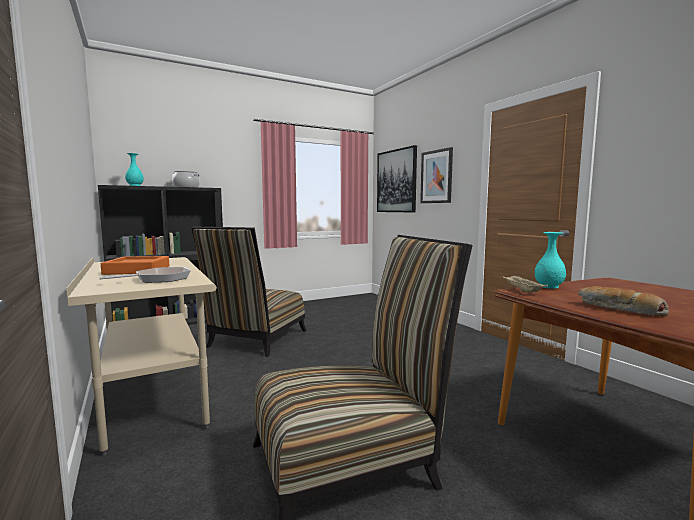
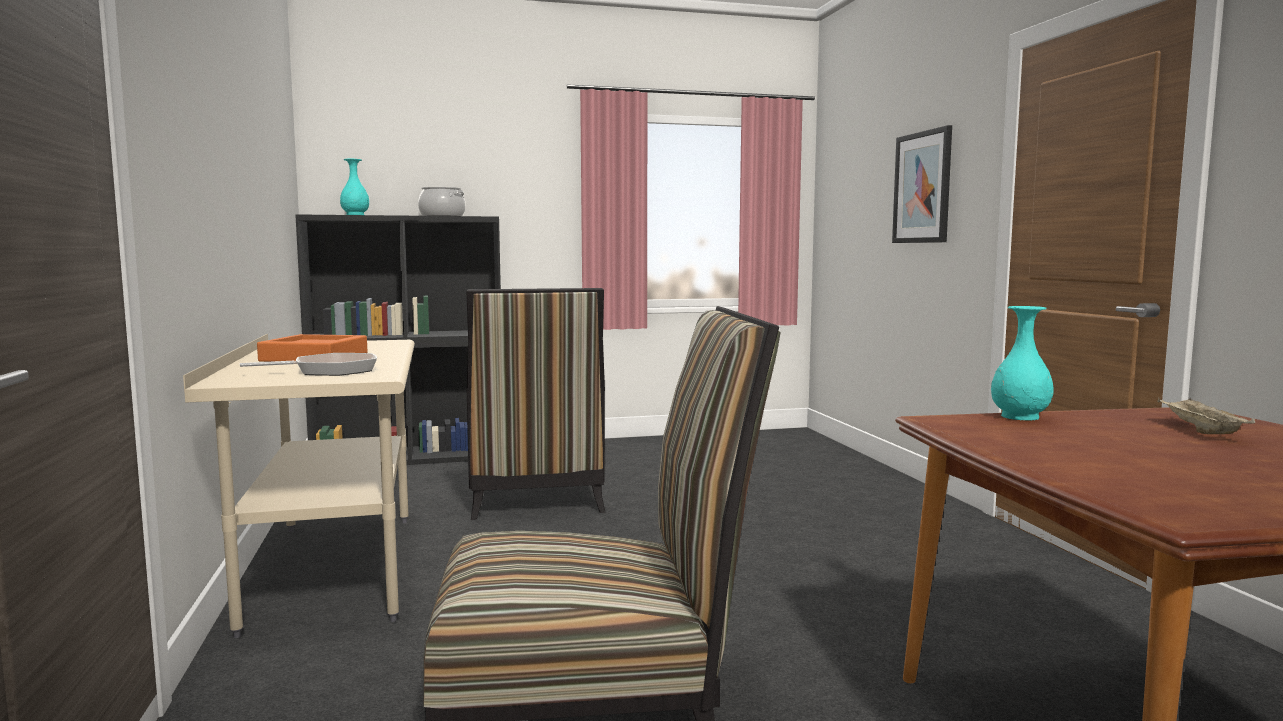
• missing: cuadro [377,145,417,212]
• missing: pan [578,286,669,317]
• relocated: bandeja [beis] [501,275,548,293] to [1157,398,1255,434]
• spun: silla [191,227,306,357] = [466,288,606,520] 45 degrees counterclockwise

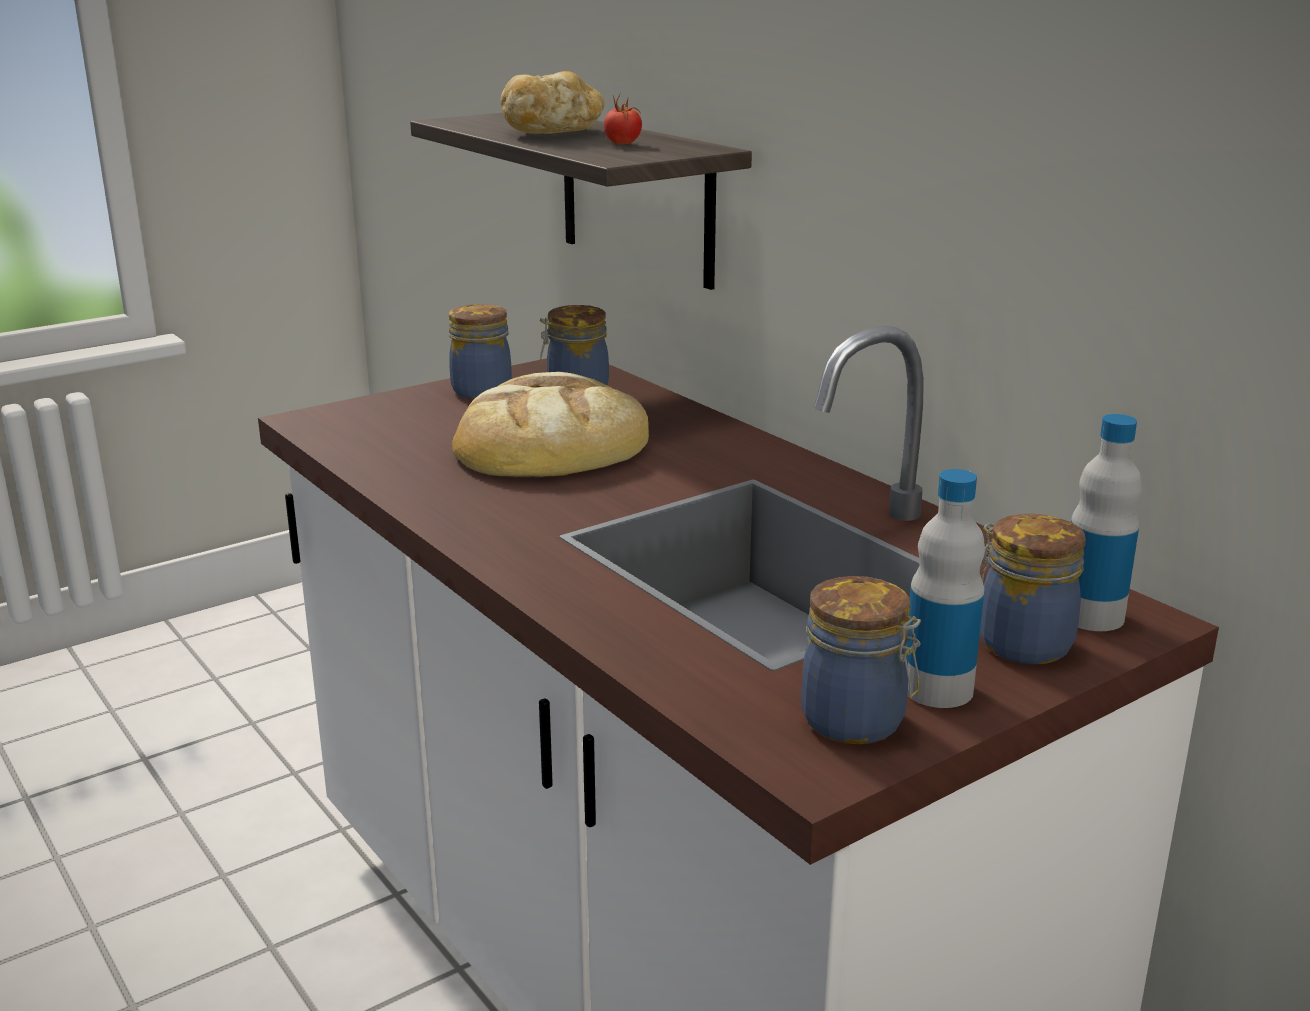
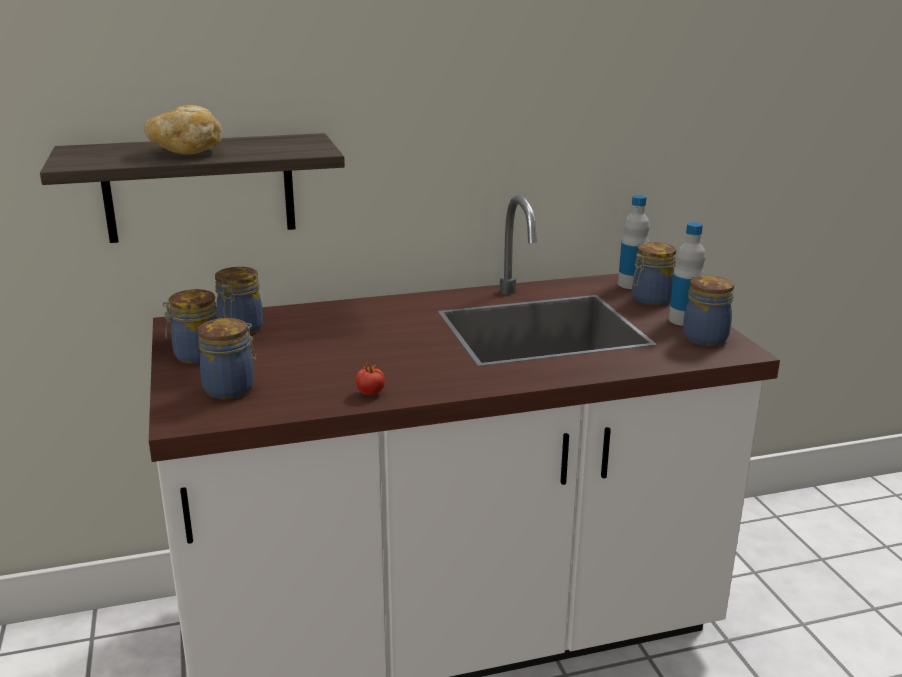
• missing: pan [452,372,649,477]
• appeared: tarro [198,318,257,399]
• relocated: tomate [604,94,642,145] to [356,361,385,395]

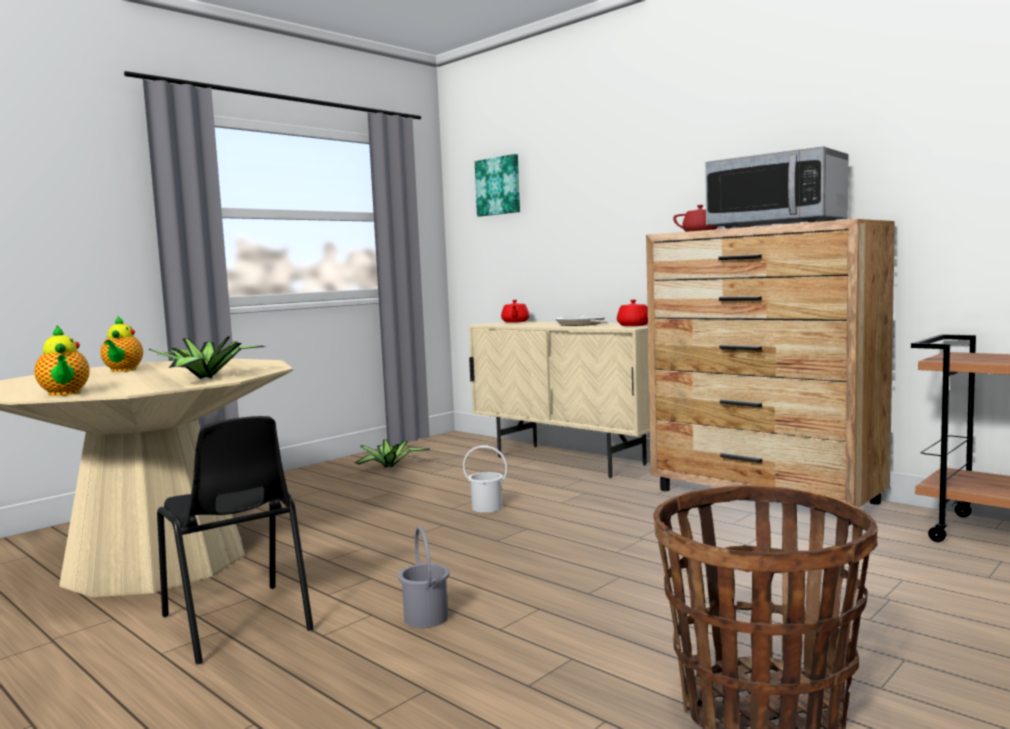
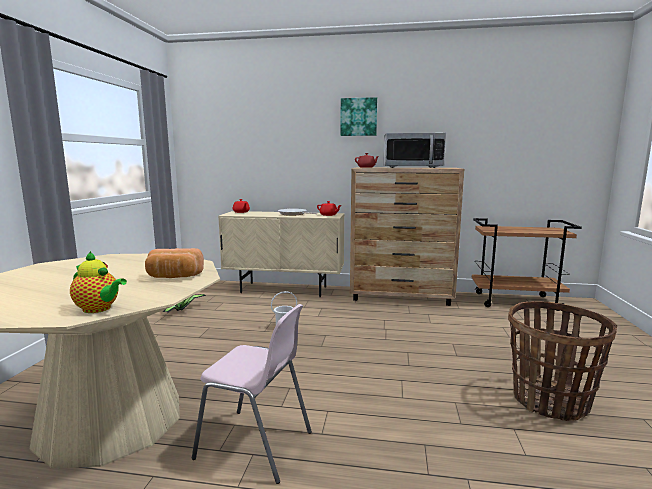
• missing: tetera [100,316,143,372]
• missing: cubo [gris] [398,526,450,628]
• relocated: cuadro [475,154,520,216] to [340,97,377,136]
• exchanged: planta en maceta [148,337,266,379] to pan [145,248,204,278]
• colour: silla [negro] [157,416,314,664] to silla [rosa] [192,304,312,484]

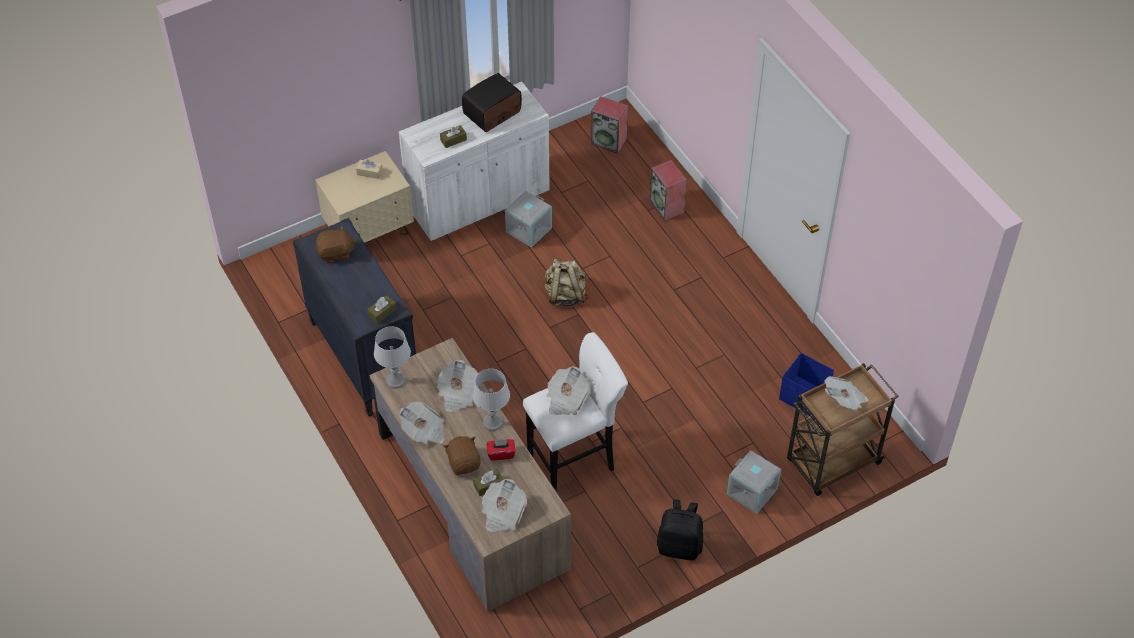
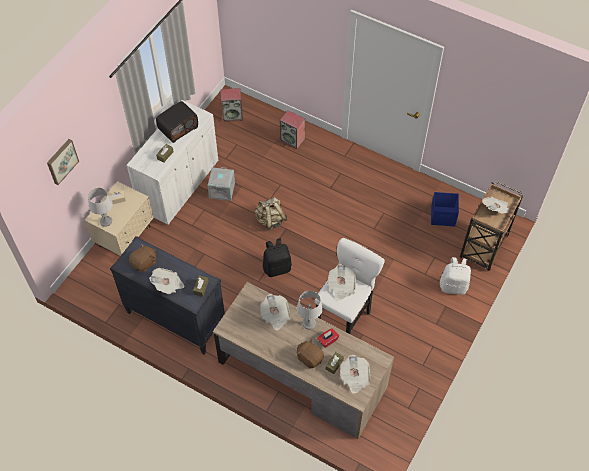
• appeared: cuadro [47,139,79,185]
• relocated: lámpara de mesa [gris] [374,326,411,389] to [88,188,113,227]
• relocated: periódico [399,402,444,444] to [149,268,185,294]
• relocated: mochila [negro] [657,499,703,561] to [263,238,292,277]
• exchanged: caja de almacenaje [gris] [727,450,781,514] to mochila [blanco] [440,257,471,295]
• spun: radio [462,73,522,132] = [156,101,198,143] 150 degrees counterclockwise

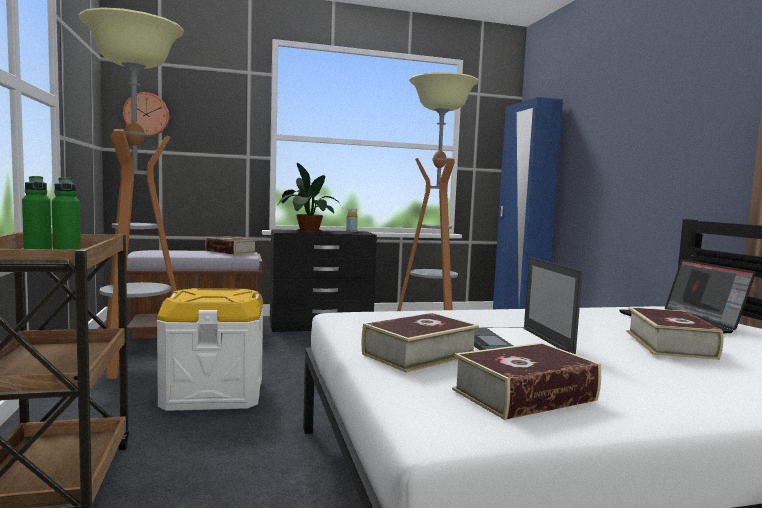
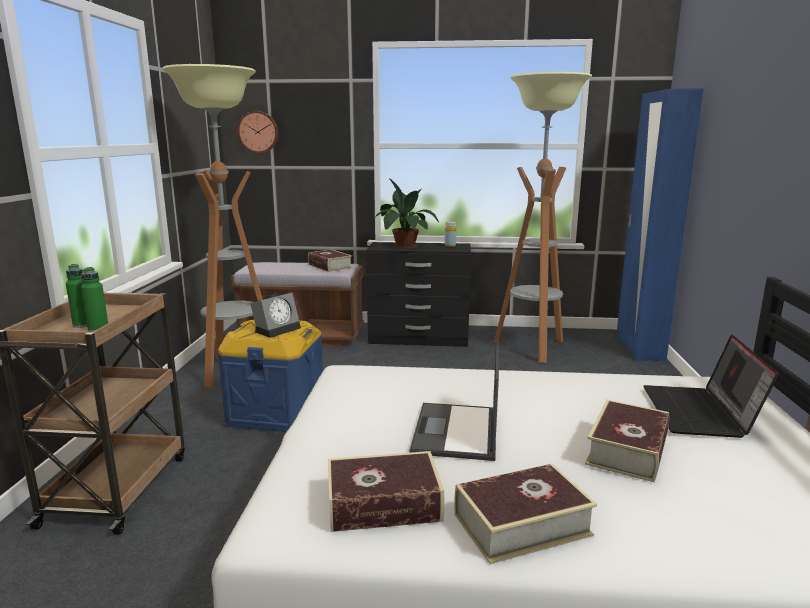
• appeared: despertador [250,293,301,338]
• relocated: libro [362,313,479,373] to [454,464,597,564]
• colour: caja de almacenaje [blanco] [157,288,263,411] to caja de almacenaje [azul] [218,320,323,432]

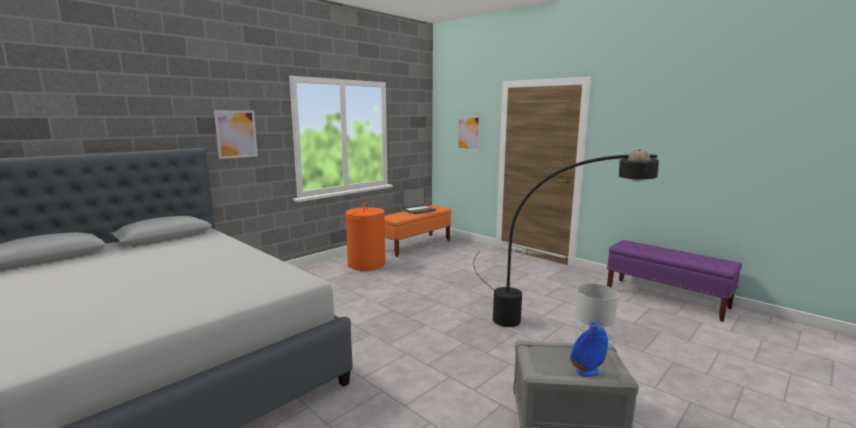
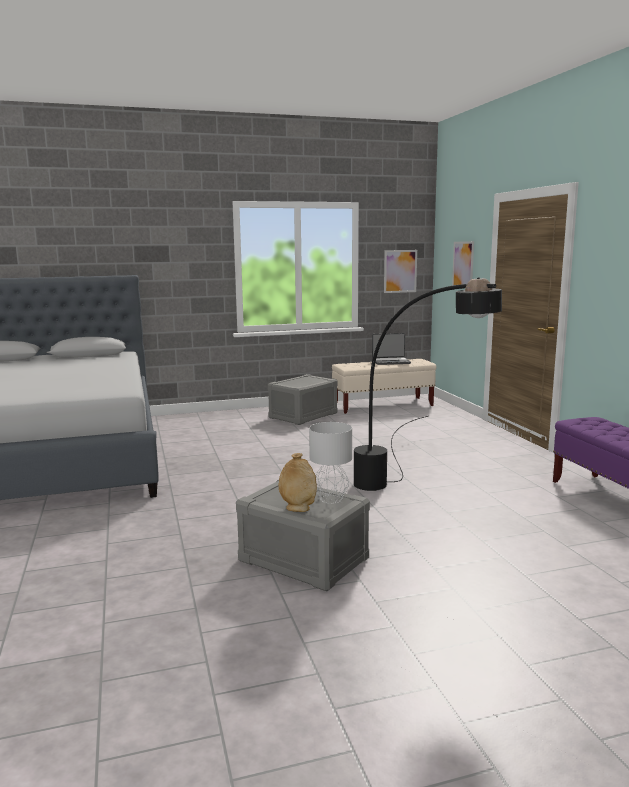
• relocated: cuadro [214,110,258,159] to [384,250,417,293]
• exchanged: cesto de la ropa [naranja] [345,202,385,271] to caja de almacenaje [gris] [268,374,337,425]
• colour: banco [naranja] [384,205,452,257] to banco [beis] [332,359,437,414]
• colour: florero [azul] [570,321,608,377] to florero [beis] [279,453,317,512]

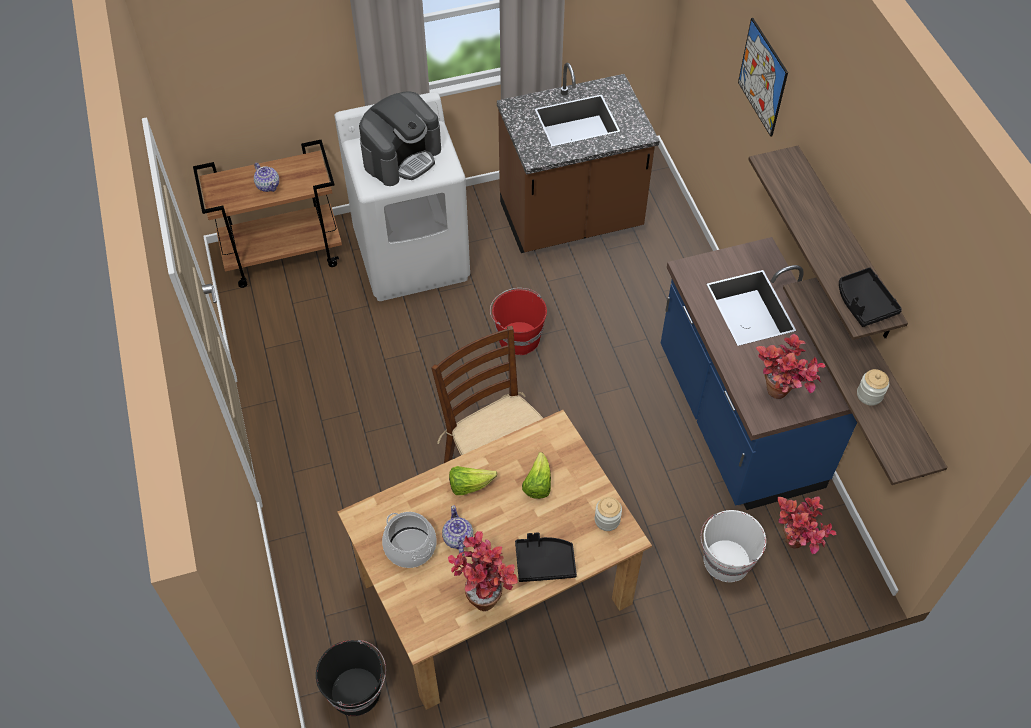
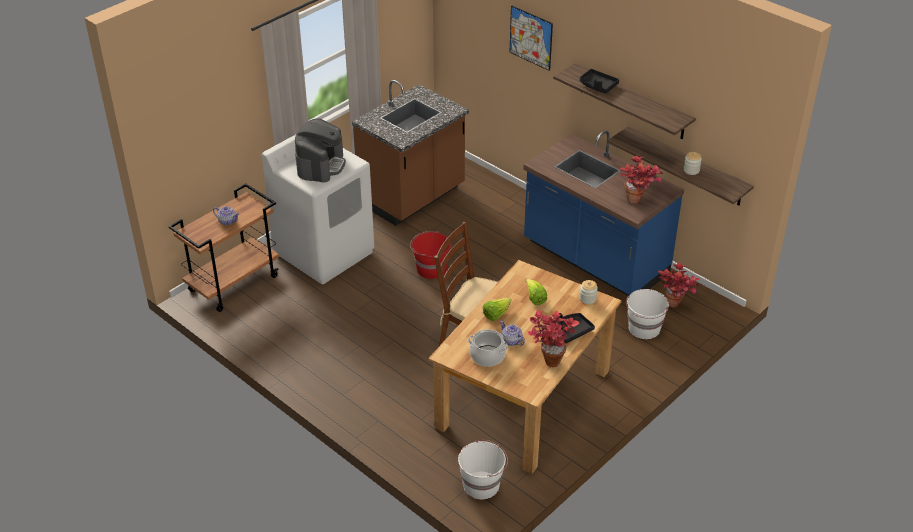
• relocated: bandeja [negro] [839,267,902,327] to [580,69,619,94]
• colour: cubo [negro] [316,640,386,716] to cubo [blanco] [458,440,508,499]

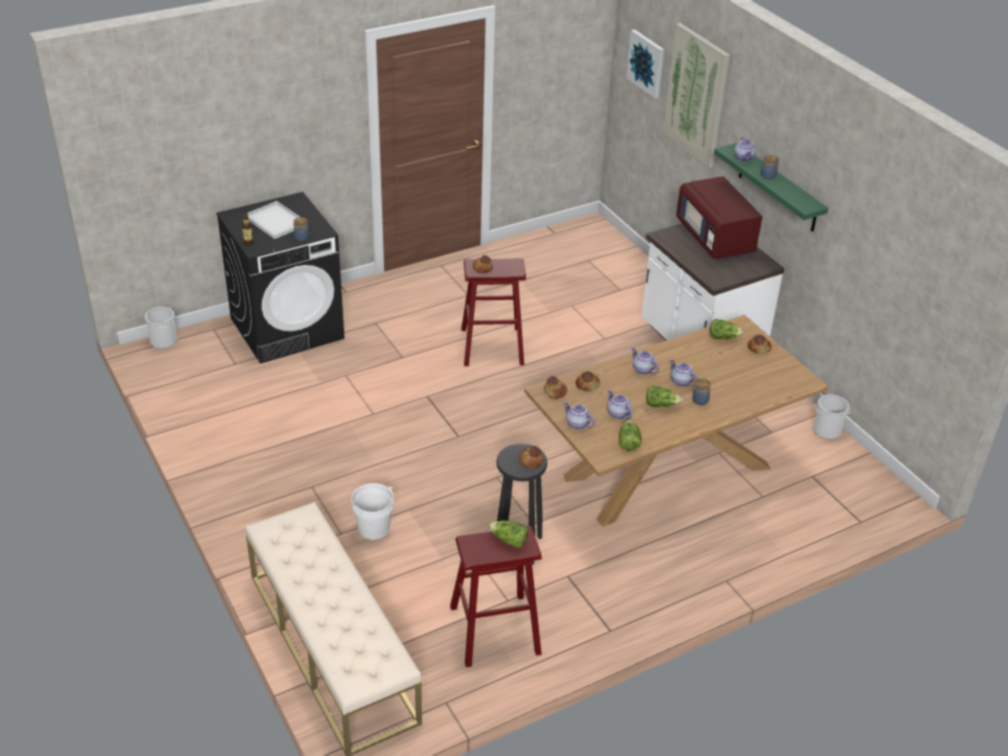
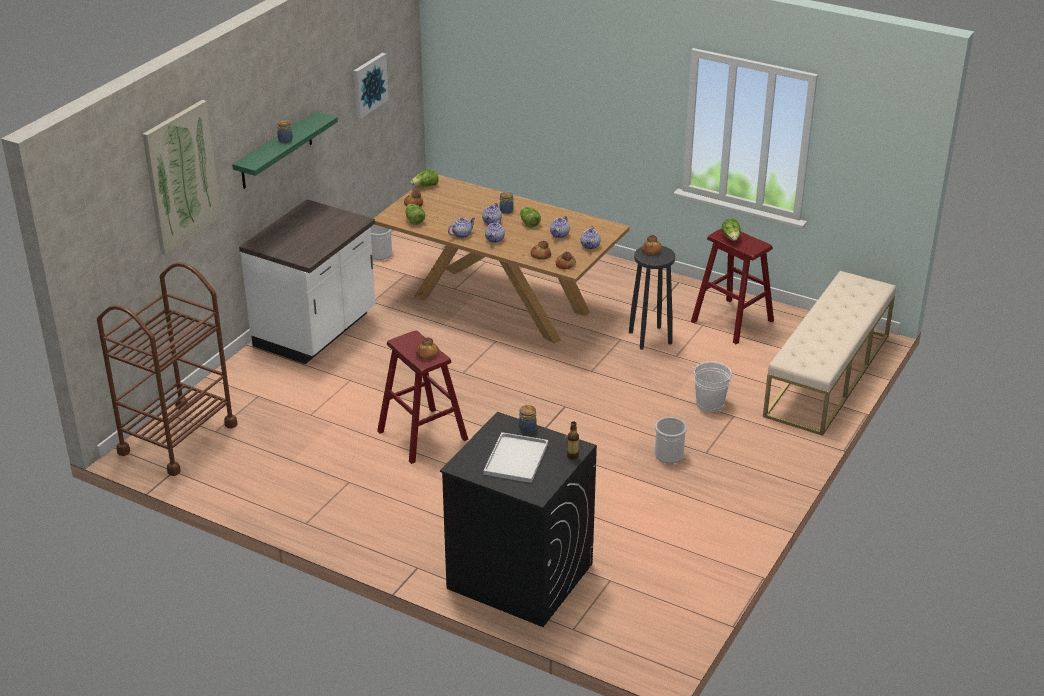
• missing: microondas [rojo] [676,176,762,260]
• appeared: carrito [marrón] [97,262,237,476]
• relocated: cubo [145,307,177,349] to [655,417,687,463]
• relocated: lechuga [619,420,642,451] to [410,169,439,186]
• relocated: cuadro [626,29,664,98] to [354,53,389,119]
• relocated: tetera [735,137,756,162] to [448,217,475,238]

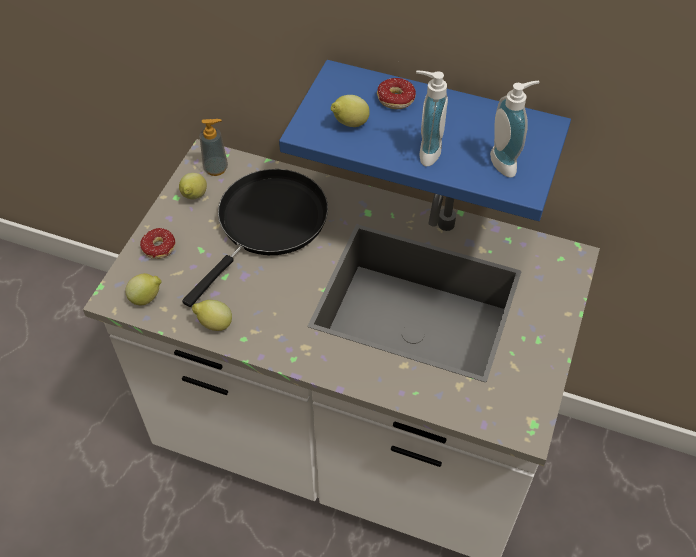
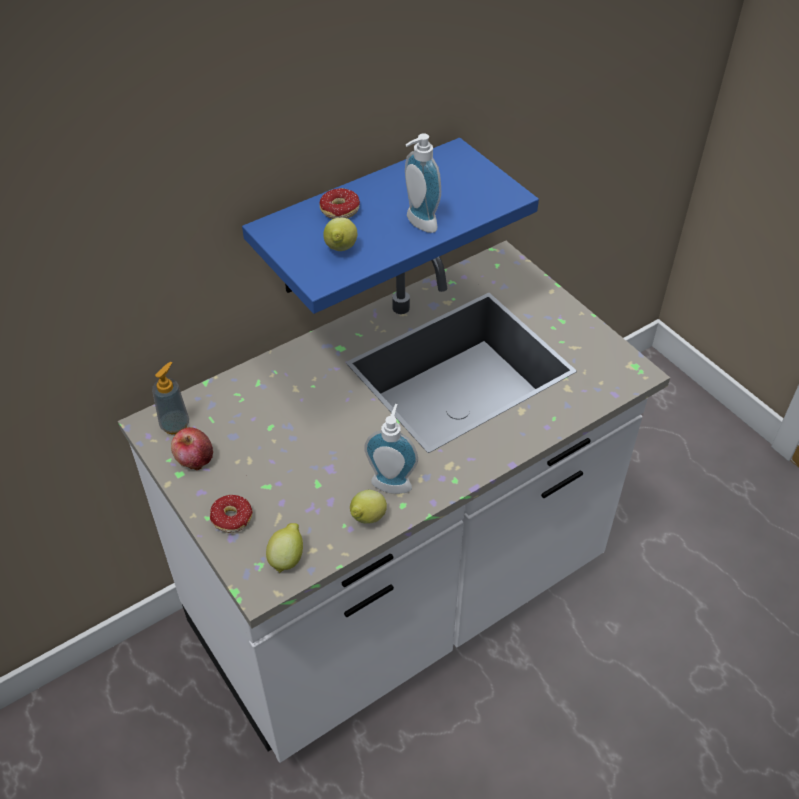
• missing: sartén [negro] [182,169,328,307]
• relocated: dispensador de jabón [490,81,539,177] to [364,404,418,494]
• exchanged: limón [179,173,207,200] to manzana [171,427,213,470]

